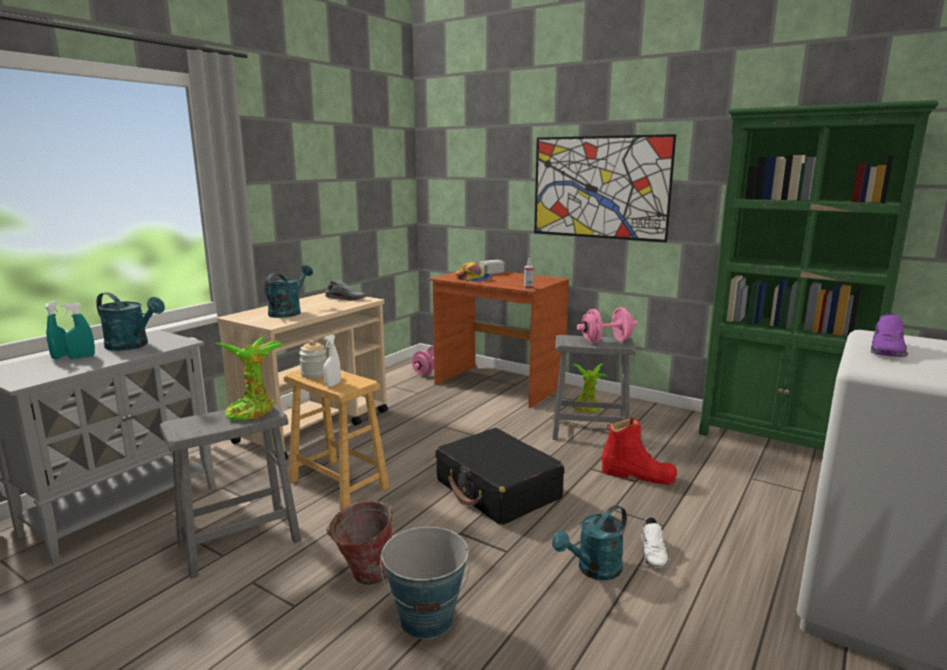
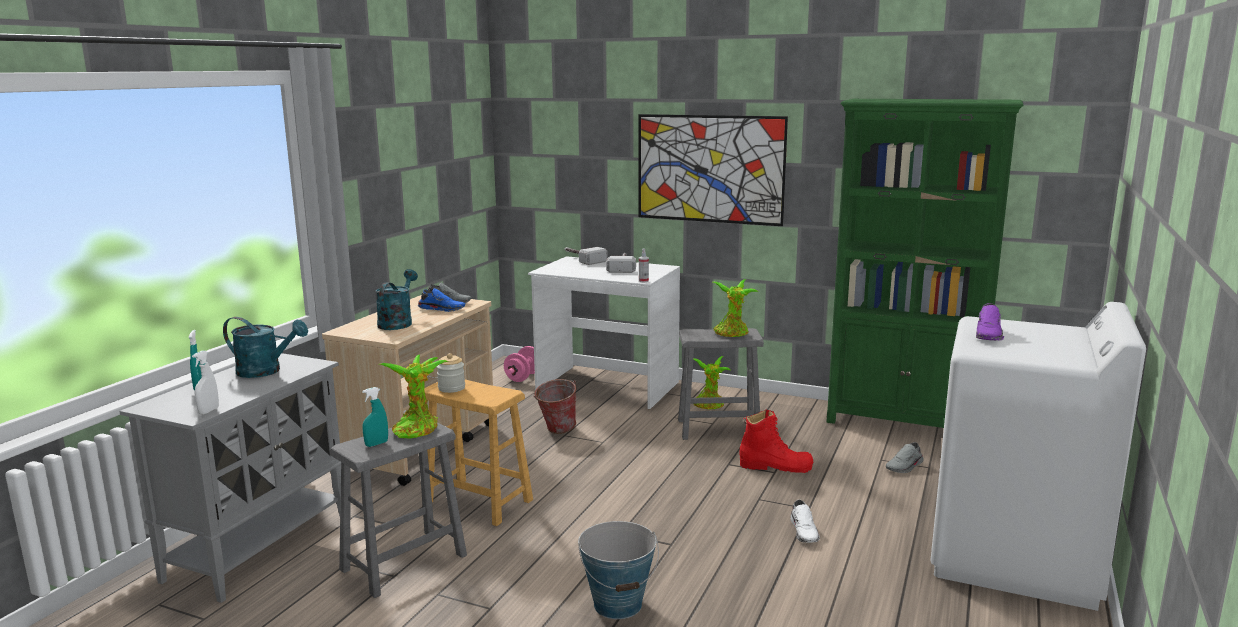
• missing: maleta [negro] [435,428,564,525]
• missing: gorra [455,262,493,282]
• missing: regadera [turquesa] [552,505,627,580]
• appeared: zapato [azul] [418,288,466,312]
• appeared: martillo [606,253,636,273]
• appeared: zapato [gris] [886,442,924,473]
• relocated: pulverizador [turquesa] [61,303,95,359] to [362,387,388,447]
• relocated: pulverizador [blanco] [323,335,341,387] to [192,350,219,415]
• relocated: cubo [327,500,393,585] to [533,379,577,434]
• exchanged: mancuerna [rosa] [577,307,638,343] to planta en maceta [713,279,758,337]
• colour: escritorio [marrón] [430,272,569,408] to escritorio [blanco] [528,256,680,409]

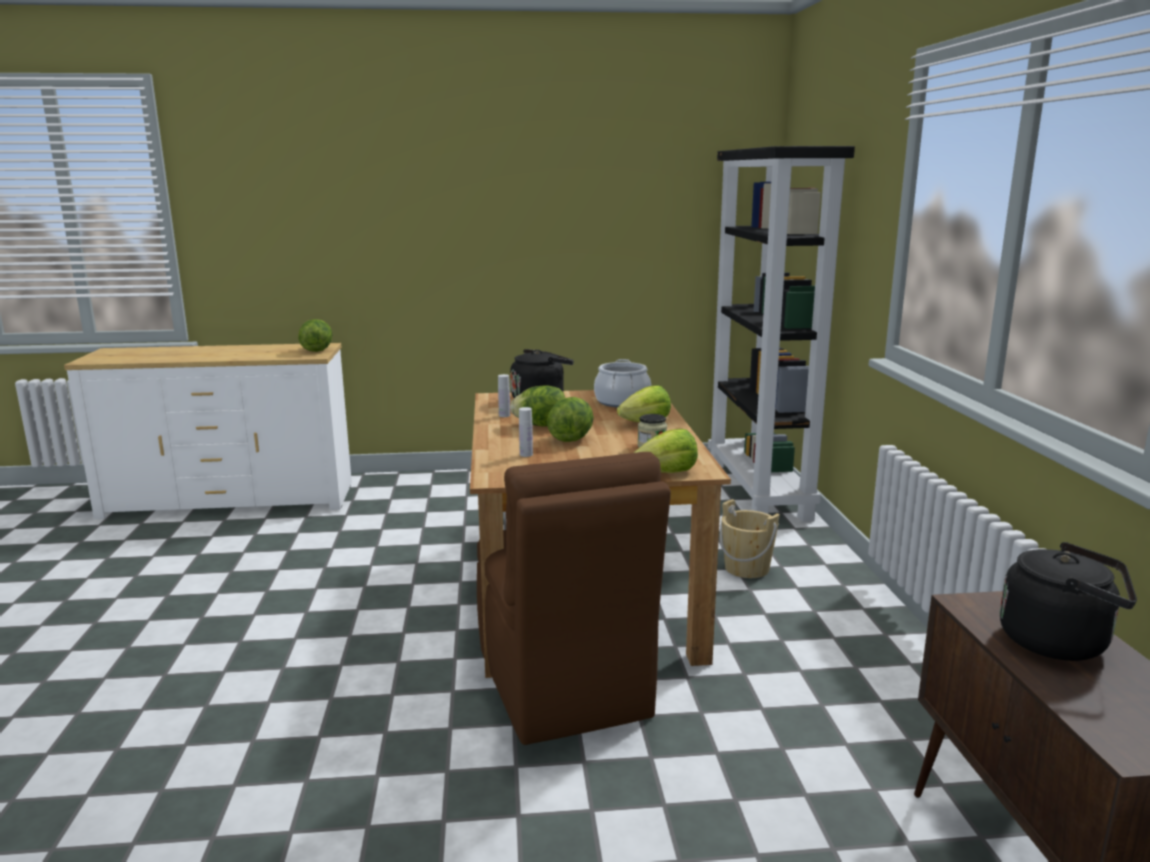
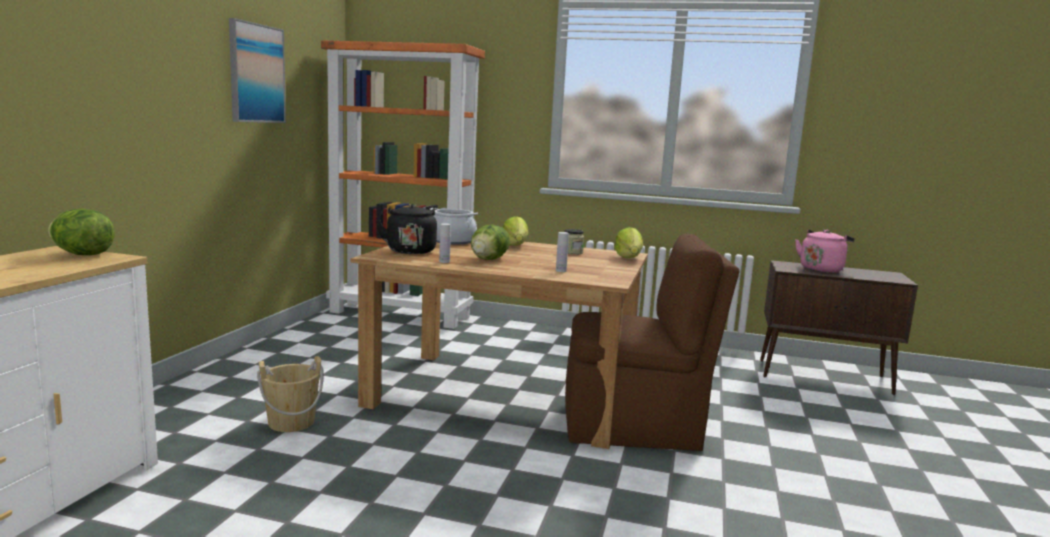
• missing: lechuga [547,397,594,442]
• appeared: cuadro [229,18,286,123]
• relocated: cubo [beis] [720,499,780,578] to [257,356,323,432]
• colour: estantería [negro] [708,146,855,522] to estantería [naranja] [321,40,485,329]
• colour: hervidor [negro] [1000,542,1137,661] to hervidor [rosa] [795,230,854,273]

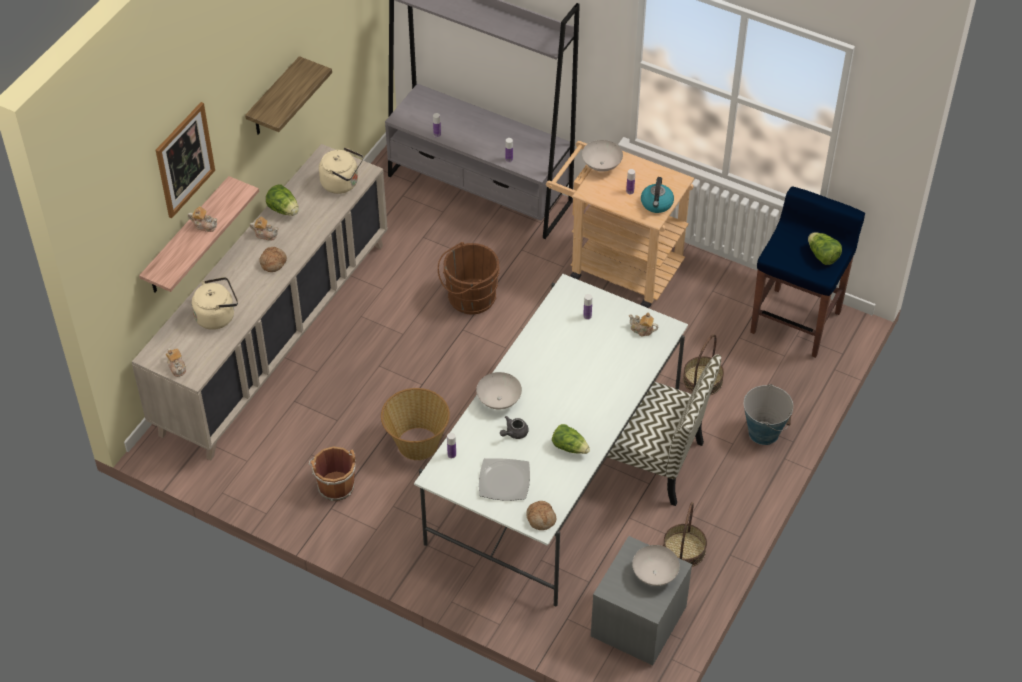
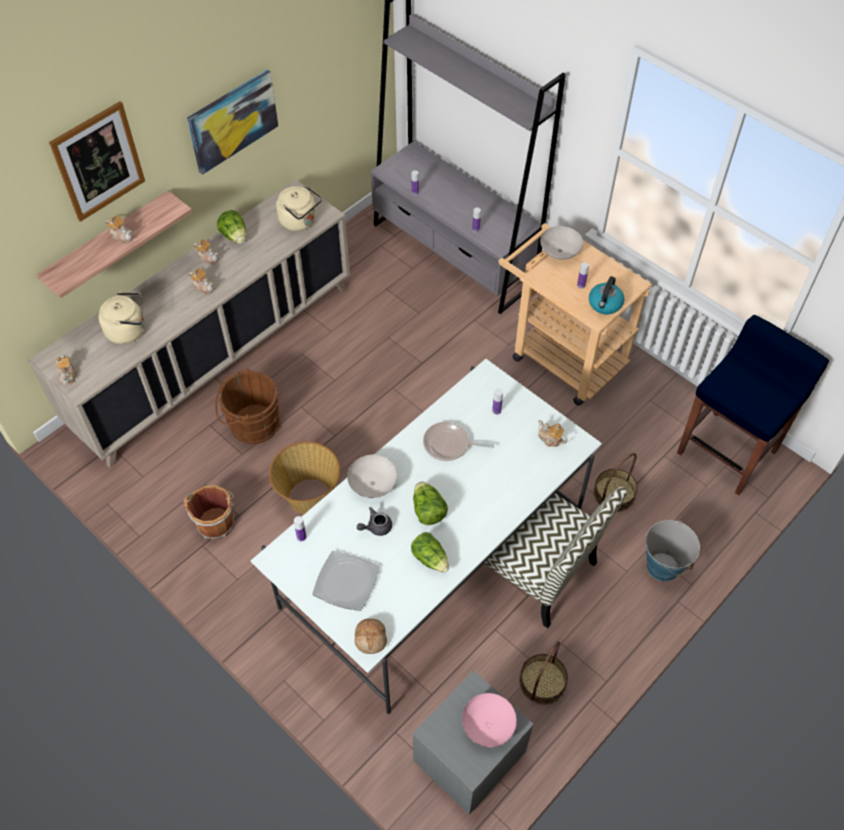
• appeared: sartén [423,422,494,461]
• relocated: cubo [marrón] [438,242,500,314] to [215,369,280,444]
• relocated: lechuga [808,232,842,265] to [413,482,448,525]
• exchanged: estante [245,56,332,135] to cuadro [187,70,278,175]
• exchanged: pan [259,247,287,272] to tetera [189,268,215,294]
• colour: cuenco [blanco] [632,545,680,586] to cuenco [rosa] [462,693,517,747]

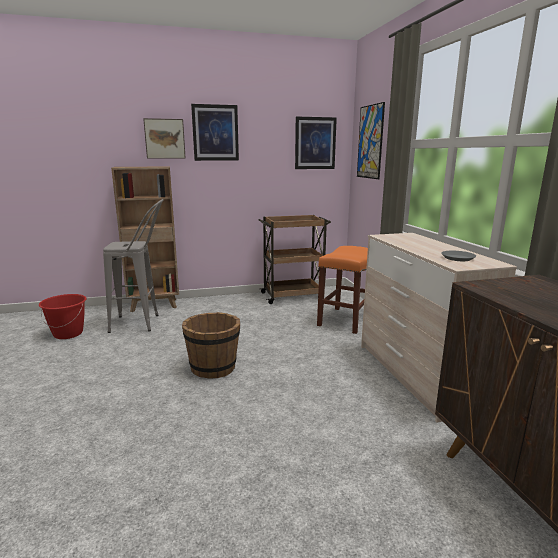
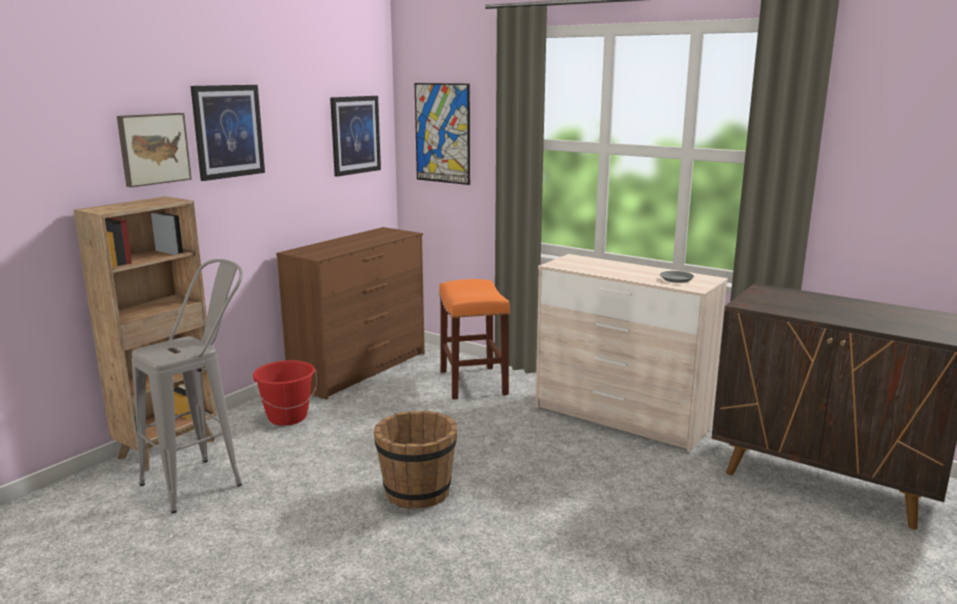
• relocated: cubo [rojo] [39,294,87,339] to [252,360,317,426]
• exchanged: carrito [marrón] [259,215,331,304] to cómoda [marrón] [276,227,425,400]

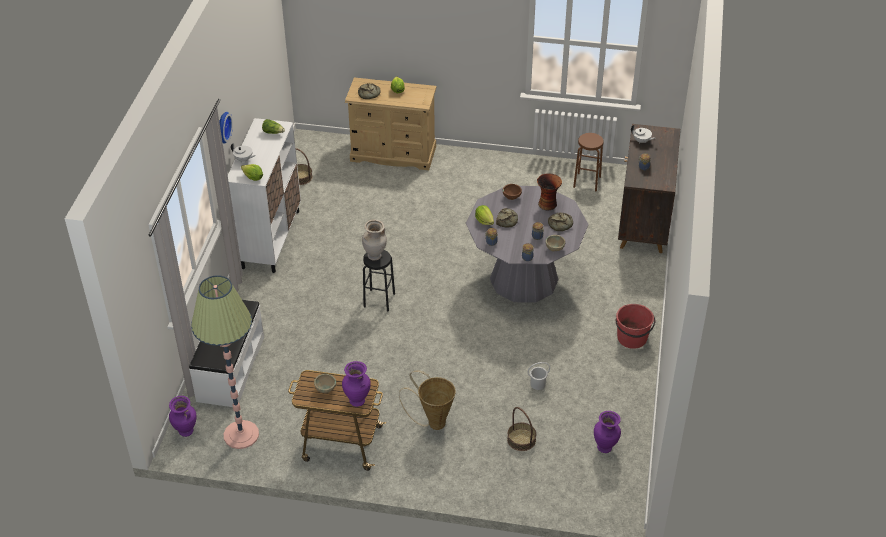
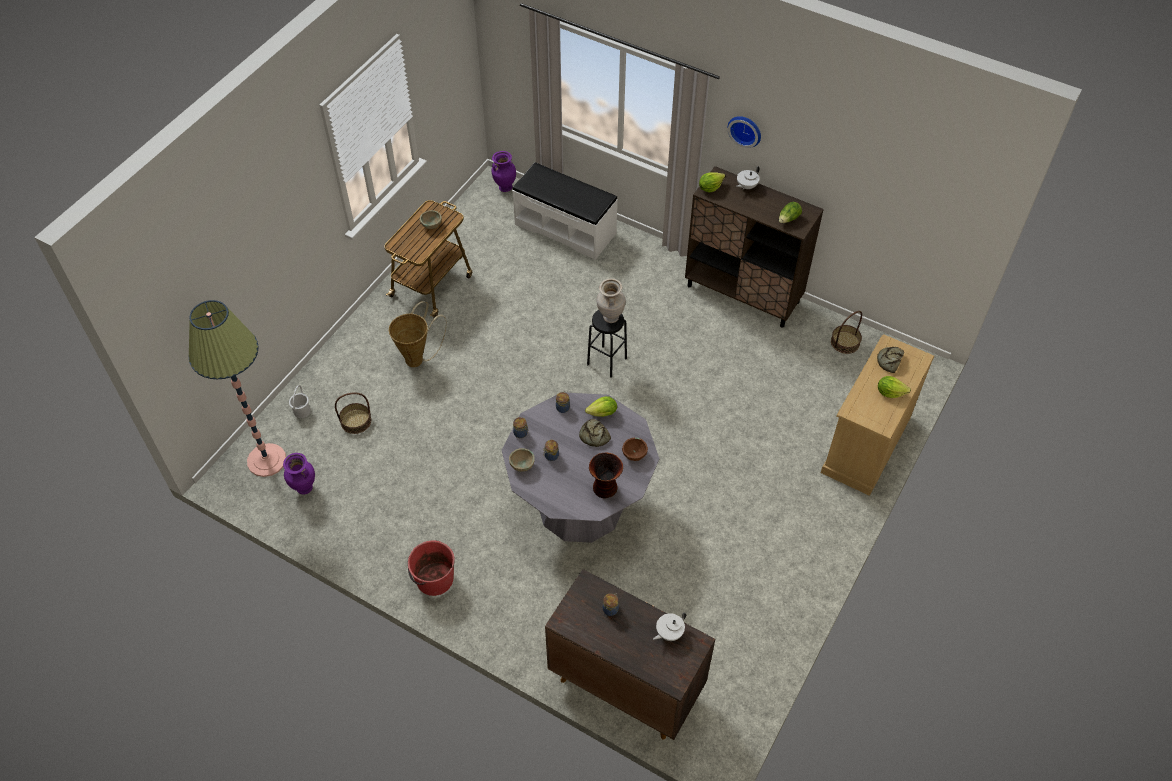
• missing: florero [morado] [342,361,371,407]
• missing: pan [548,213,573,231]
• missing: taburete [marrón] [573,133,604,191]
• relocated: lámpara de pie [191,275,259,449] to [188,300,286,477]
• relocated: cubo [blanco] [528,362,550,390] to [289,385,311,418]
• colour: armario [blanco] [228,118,301,273] to armario [marrón] [685,166,824,328]

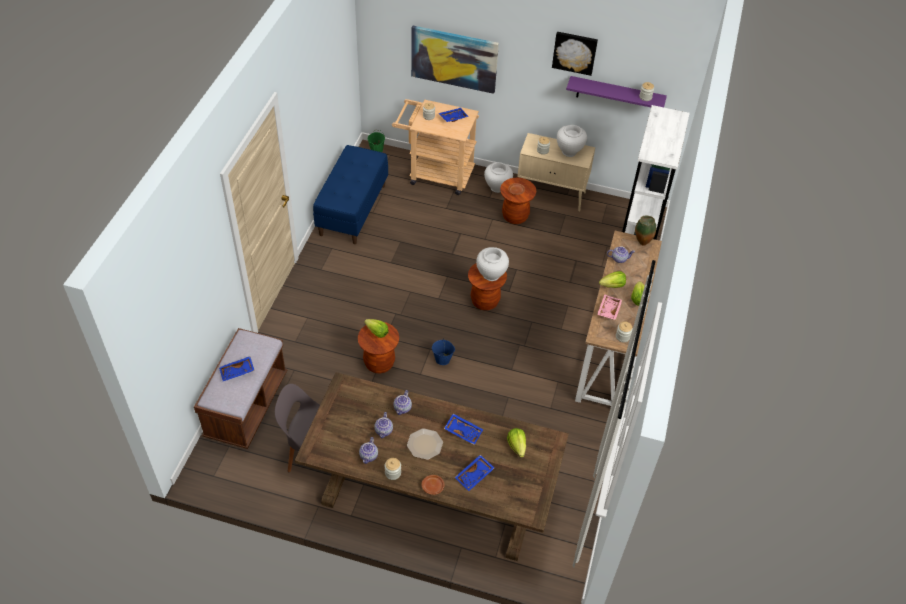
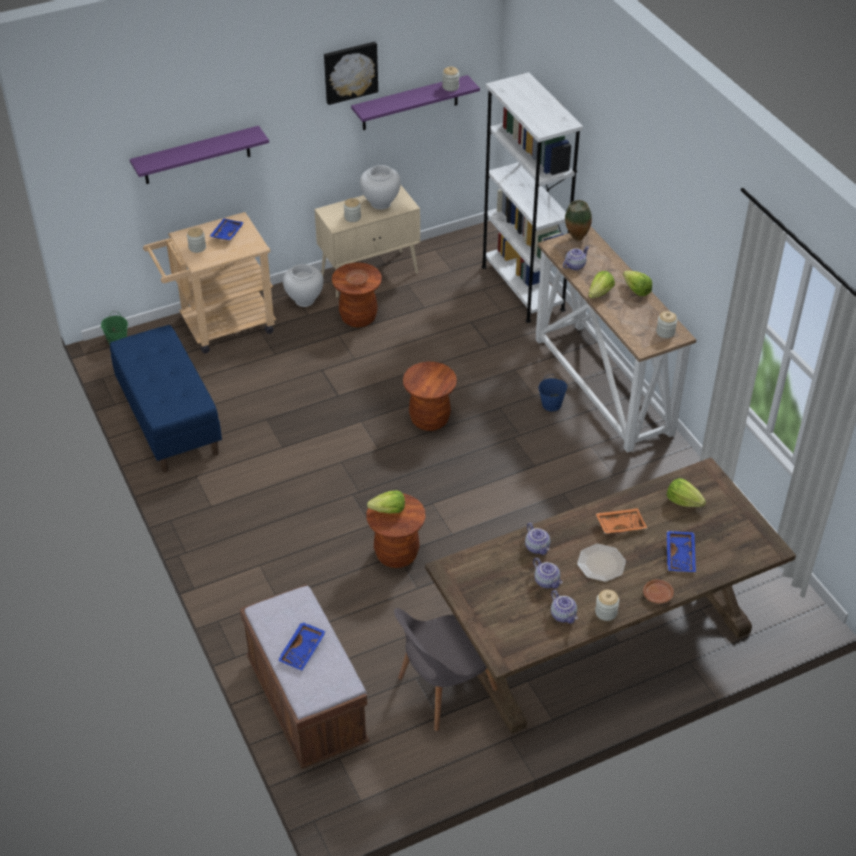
• missing: florero [blanco] [476,247,509,281]
• missing: bandeja [rosa] [597,294,622,320]
• relocated: cubo [azul] [432,338,455,365] to [538,374,567,411]
• exchanged: cuadro [411,26,499,94] to estante [morado] [130,126,269,184]
• colour: bandeja [azul] [444,413,483,445] to bandeja [naranja] [595,508,648,533]

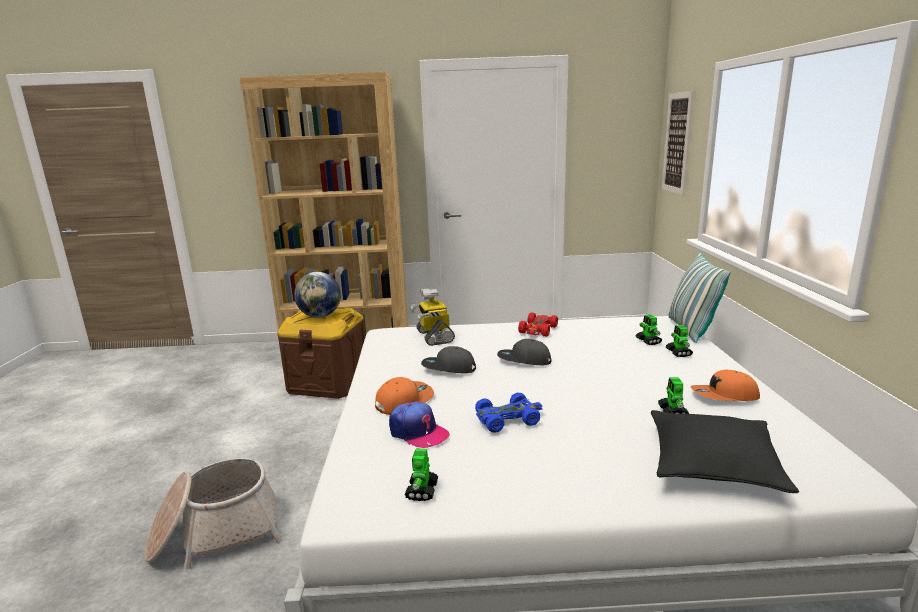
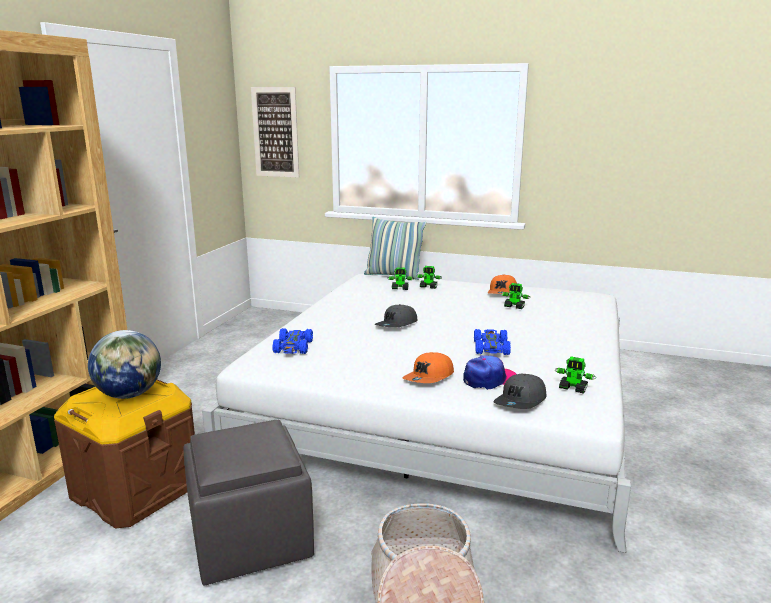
• missing: coche de juguete [rojo] [518,312,558,337]
• missing: cojín [negro] [651,410,799,493]
• appeared: puf [gris] [183,420,314,585]
• relocated: gorra [gris] [421,346,476,373] to [494,374,546,409]
• exchanged: robot de juguete [410,288,455,346] to coche de juguete [azul] [272,328,313,354]
• spun: gorra [naranja] [375,377,434,415] = [403,352,454,383] 120 degrees counterclockwise

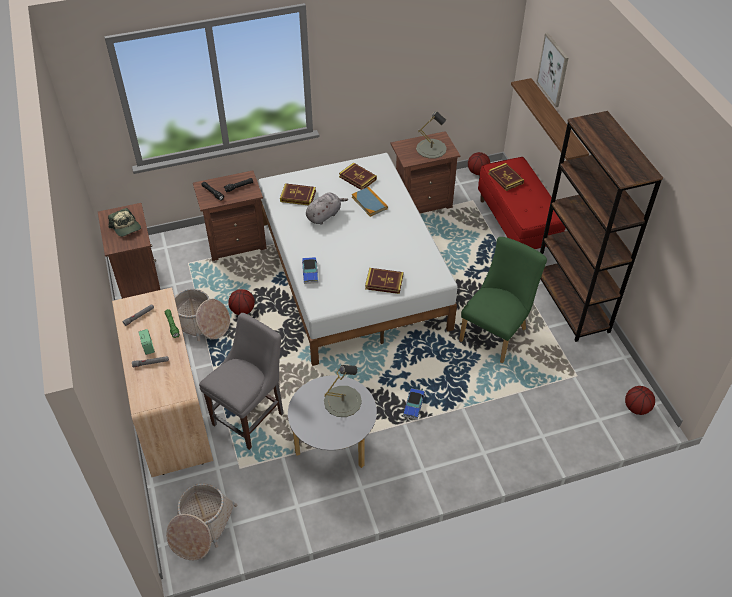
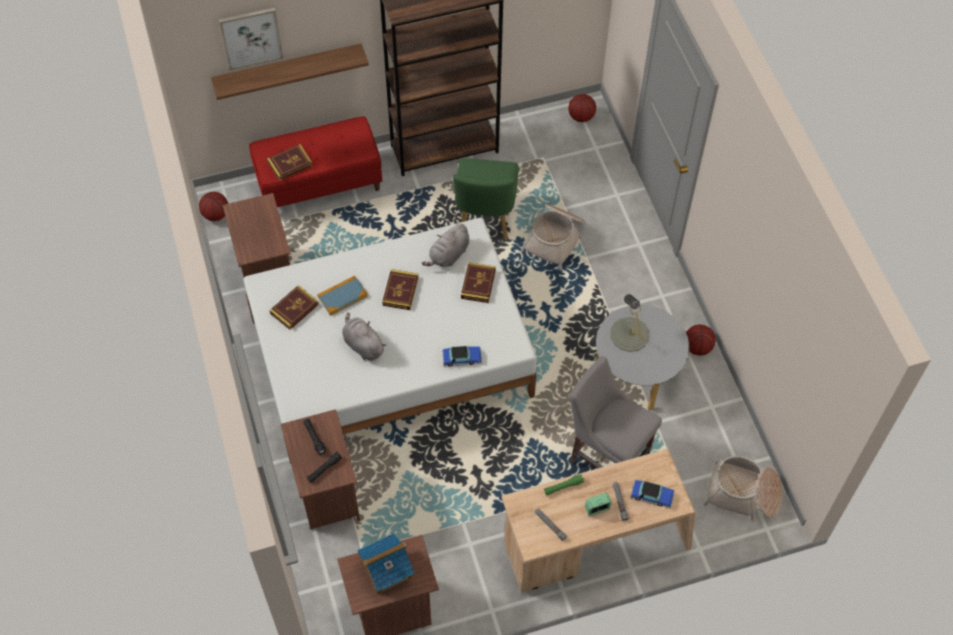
• missing: lámpara de mesa [gris] [416,112,447,159]
• appeared: peluche [gris] [422,223,469,267]
• relocated: cesta [174,289,230,341] to [520,204,586,270]
• relocated: balón de baloncesto [228,289,255,315] to [686,325,715,355]
• relocated: libro [280,183,316,206] to [382,269,418,310]
• relocated: coche de juguete [403,388,425,420] to [630,480,674,508]
• exchanged: gorra [108,208,141,237] to casita [357,533,414,595]
• spun: silla [verde] [459,237,547,364] = [453,158,519,240] 120 degrees counterclockwise

